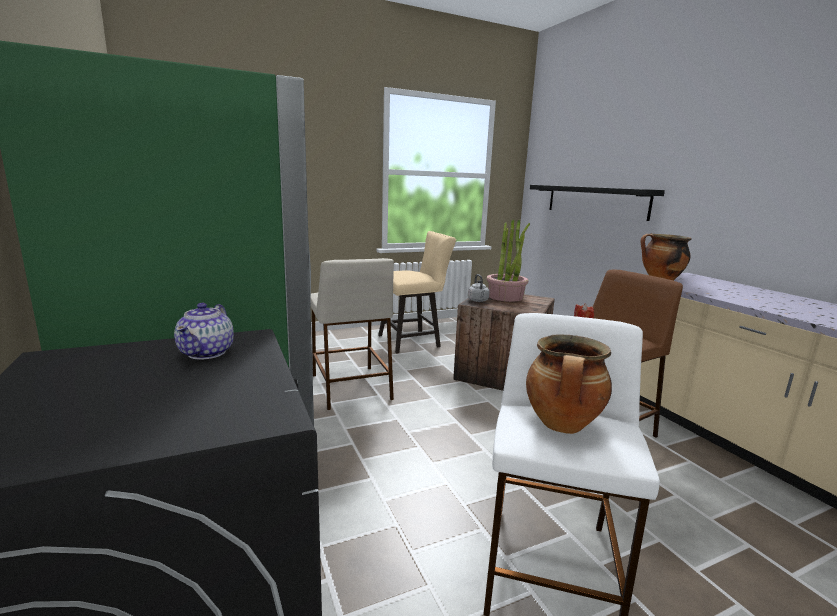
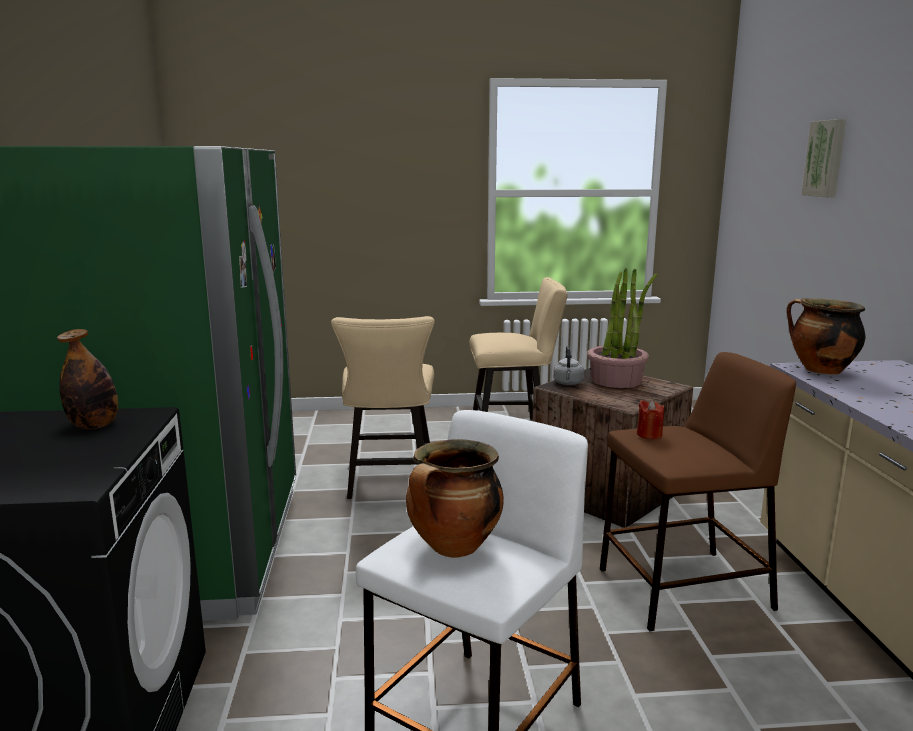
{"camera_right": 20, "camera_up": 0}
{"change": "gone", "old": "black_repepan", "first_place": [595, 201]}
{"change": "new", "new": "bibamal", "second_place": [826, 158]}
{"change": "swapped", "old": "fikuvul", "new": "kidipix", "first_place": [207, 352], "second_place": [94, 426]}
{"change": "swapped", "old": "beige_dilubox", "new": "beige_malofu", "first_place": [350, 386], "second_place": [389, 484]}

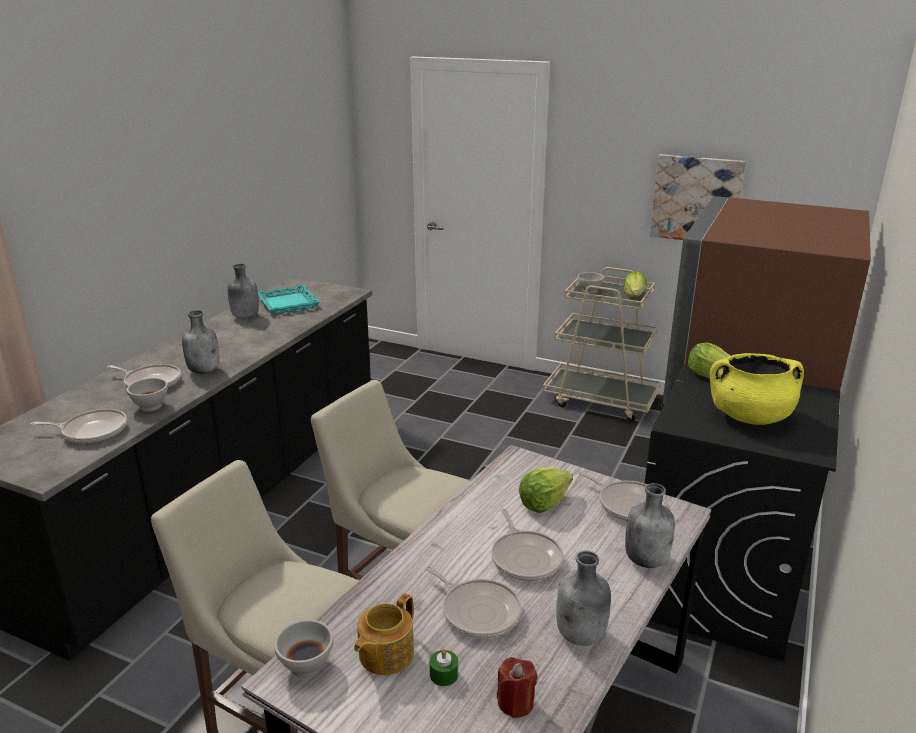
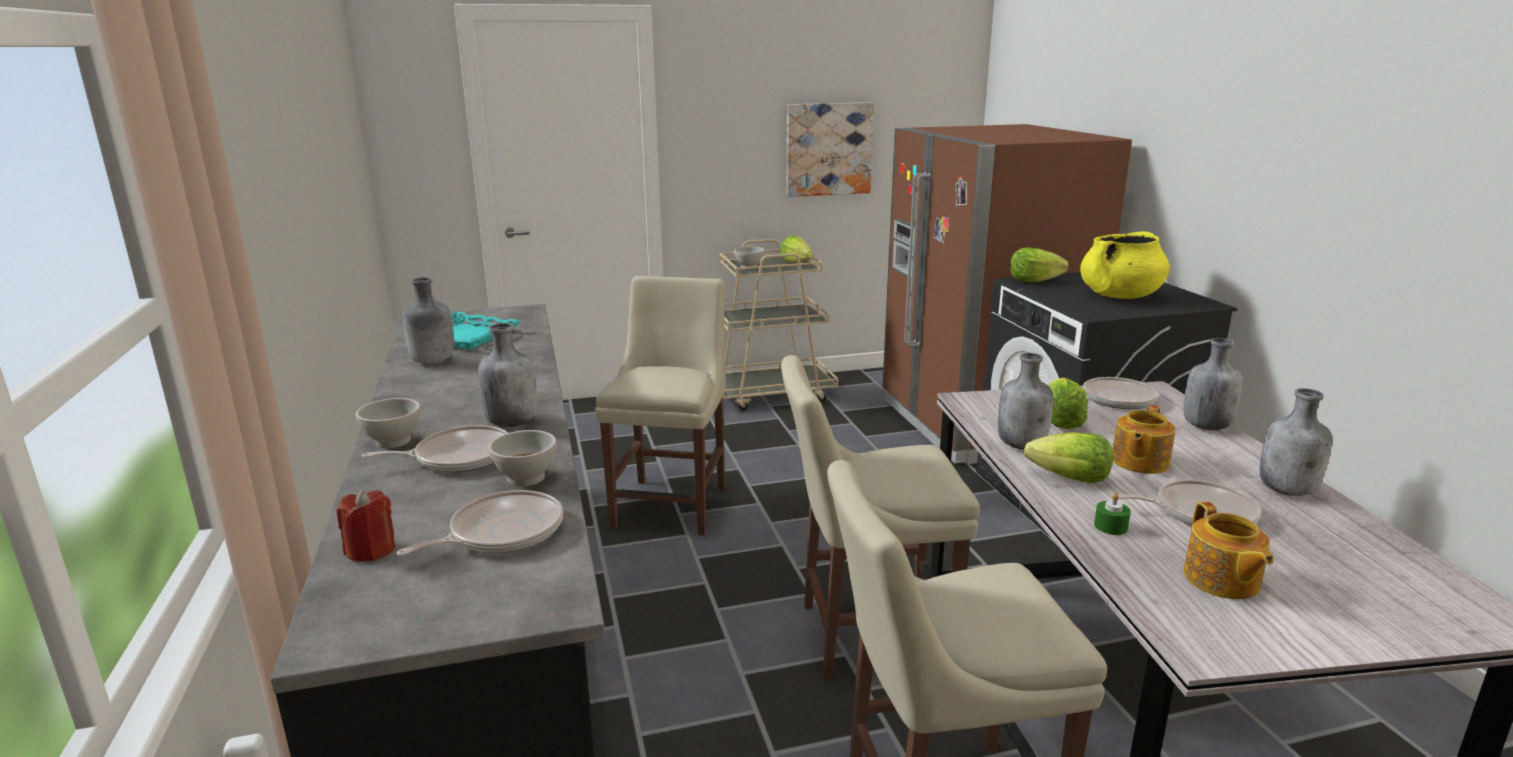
{"camera_right": -40, "camera_up": -5}
{"change": "new", "new": "beige_malofu", "second_place": [672, 503]}
{"change": "new", "new": "grey_kidipix", "second_place": [1022, 445]}
{"change": "new", "new": "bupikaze", "second_place": [1070, 479]}
{"change": "shifted", "old": "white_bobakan", "first_place": [305, 666], "second_place": [393, 442]}
{"change": "shifted", "old": "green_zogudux", "first_place": [444, 674], "second_place": [1110, 526]}
{"change": "shifted", "old": "red_zogudux", "first_place": [515, 703], "second_place": [371, 550]}
{"change": "swapped", "old": "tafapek", "new": "fikuvul", "first_place": [525, 558], "second_place": [1138, 462]}

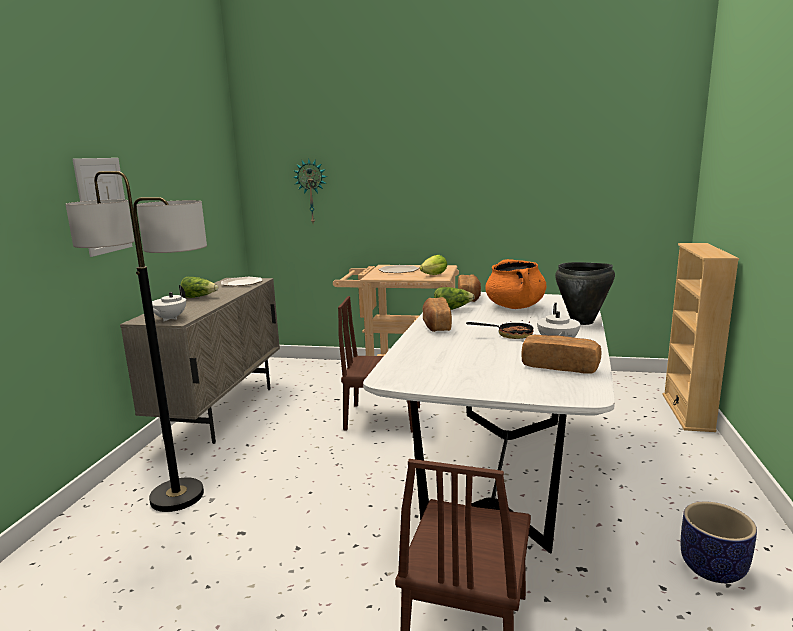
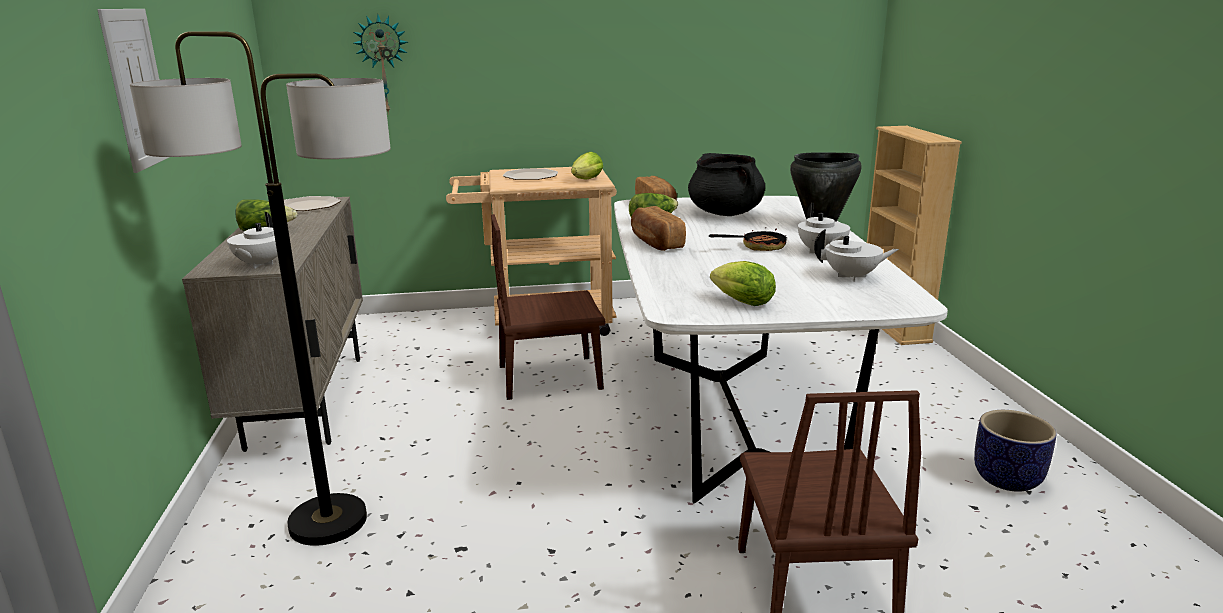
{"camera_right": -20, "camera_up": 5}
{"change": "new", "new": "bupikaze", "second_place": [739, 302]}
{"change": "swapped", "old": "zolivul", "new": "white_fikuvul", "first_place": [559, 366], "second_place": [852, 277]}
{"change": "repainted", "old": "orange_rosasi", "new": "black_rosasi", "first_place": [515, 307], "second_place": [725, 213]}

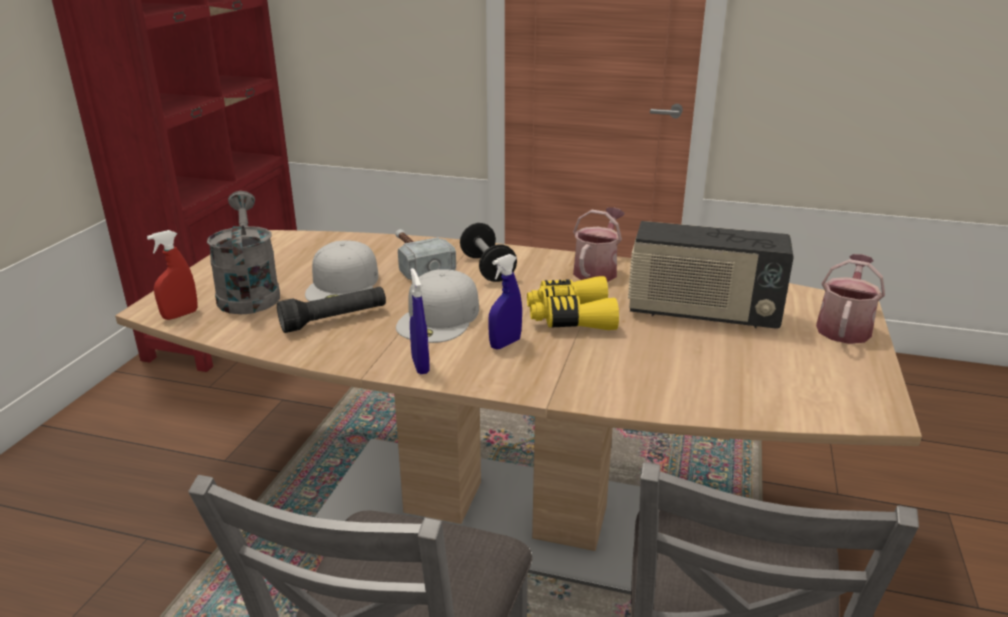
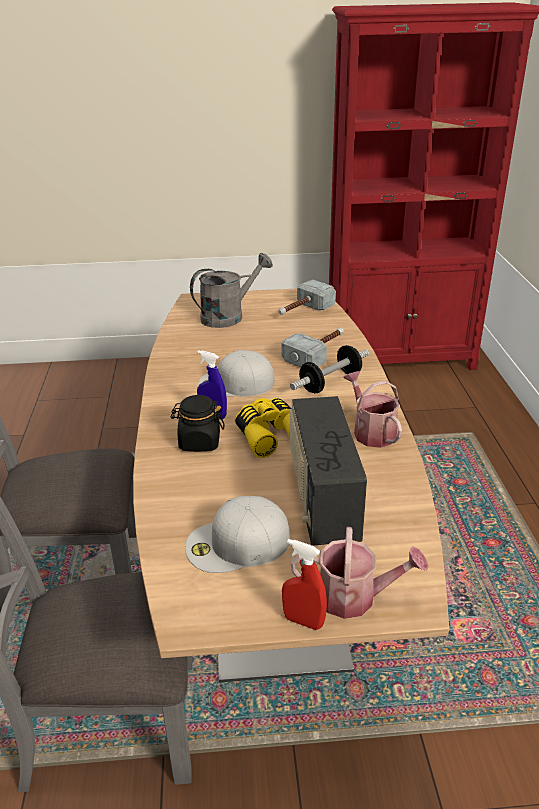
{"camera_right": 70, "camera_up": 5}
{"change": "gone", "old": "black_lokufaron", "first_place": [334, 320]}
{"change": "gone", "old": "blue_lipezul", "first_place": [420, 365]}
{"change": "new", "new": "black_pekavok", "second_place": [199, 442]}
{"change": "new", "new": "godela", "second_place": [302, 310]}
{"change": "shifted", "old": "red_lipezul", "first_place": [180, 315], "second_place": [303, 621]}
{"change": "shifted", "old": "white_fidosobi", "first_place": [344, 285], "second_place": [237, 544]}
{"change": "rotated", "old": "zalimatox", "first_place": [597, 270], "second_place": [371, 431], "degrees": -120}

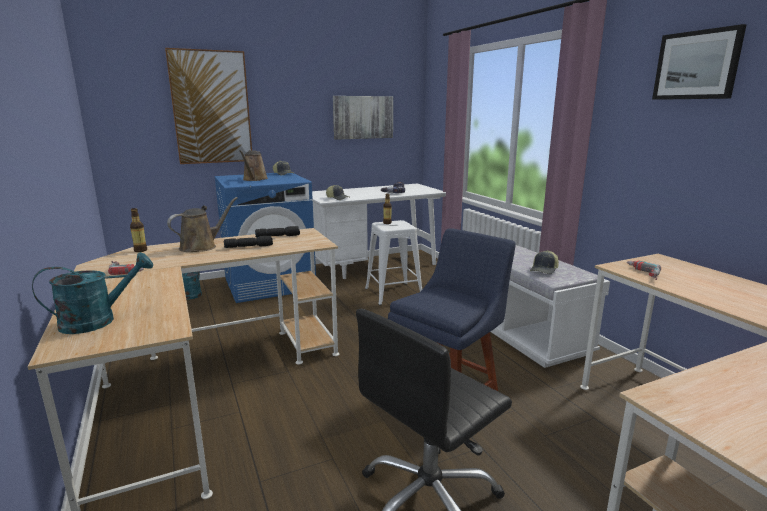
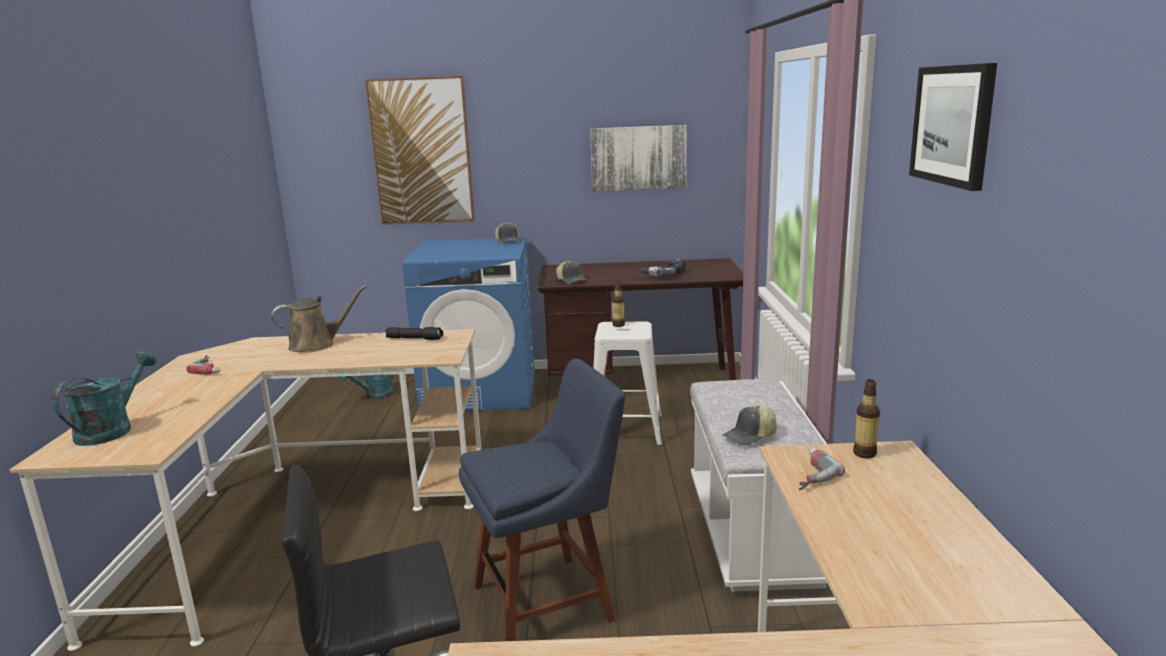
{"camera_right": 25, "camera_up": 0}
{"change": "gone", "old": "black_lokufaron", "first_place": [249, 246]}
{"change": "gone", "old": "brown_zalimatox", "first_place": [254, 179]}
{"change": "shifted", "old": "kidipix", "first_place": [140, 250], "second_place": [864, 454]}
{"change": "repainted", "old": "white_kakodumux", "new": "brown_kakodumux", "first_place": [374, 266], "second_place": [641, 382]}
{"change": "rotated", "old": "turquoise_zalimatox", "first_place": [98, 321], "second_place": [112, 429], "degrees": -60}

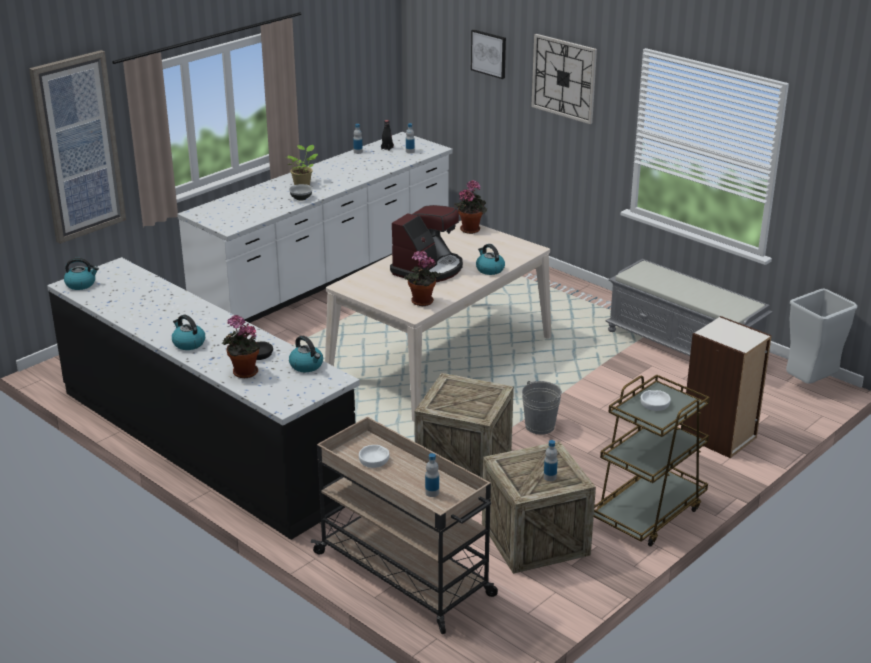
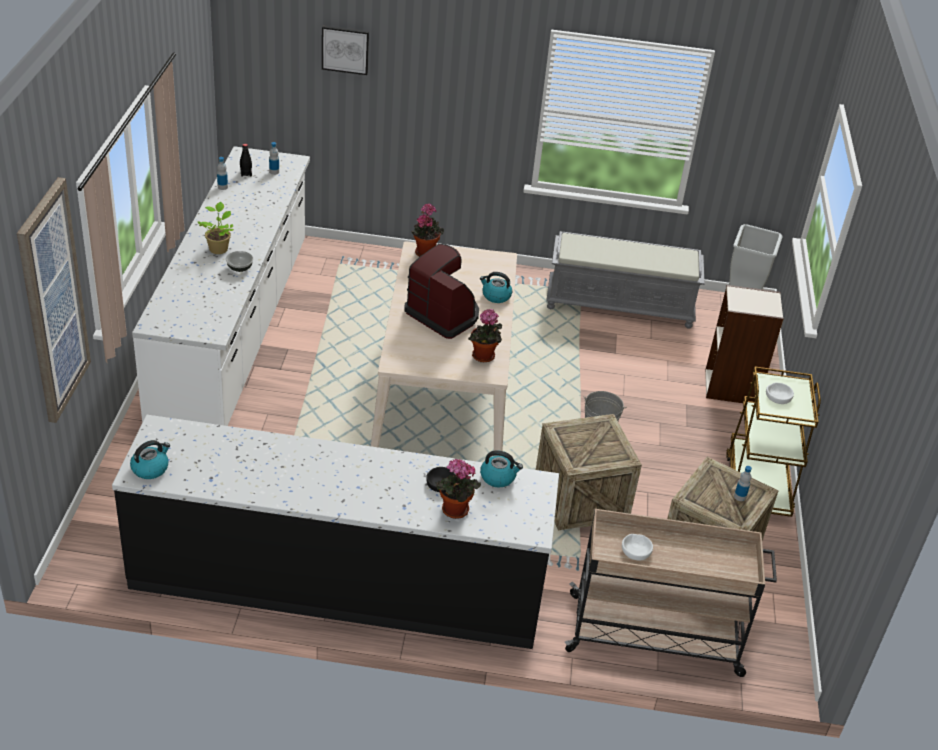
{"camera_right": -40, "camera_up": 10}
{"change": "gone", "old": "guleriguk", "first_place": [188, 343]}
{"change": "gone", "old": "kidipix", "first_place": [432, 492]}
{"change": "gone", "old": "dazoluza", "first_place": [564, 78]}
{"change": "rotated", "old": "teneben", "first_place": [428, 269], "second_place": [443, 314], "degrees": -45}

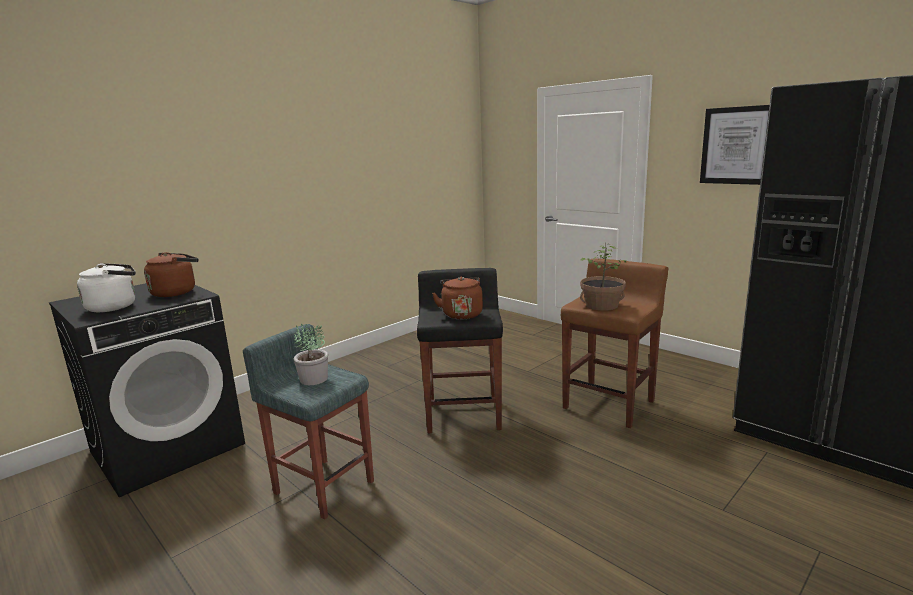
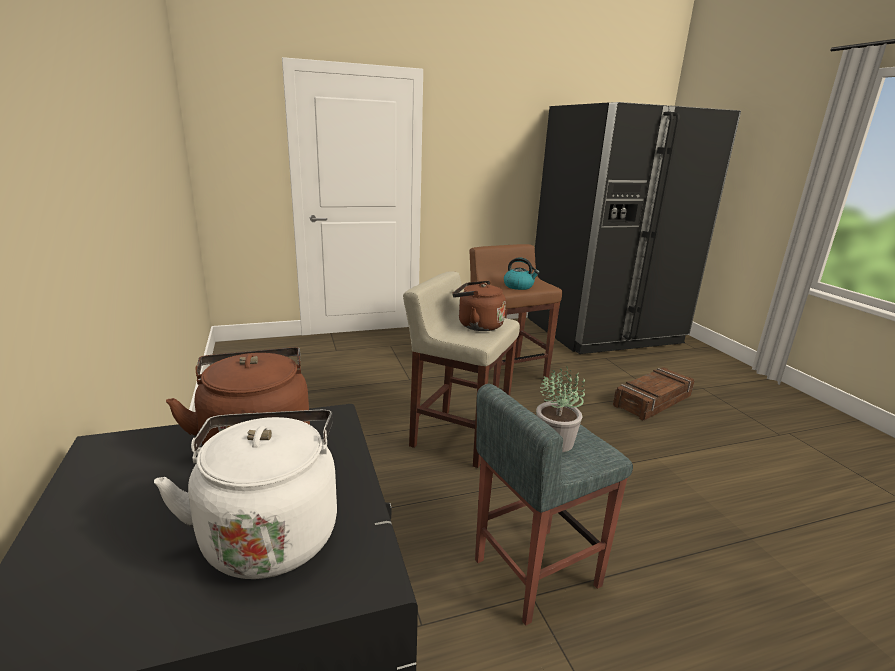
{"camera_right": -65, "camera_up": 5}
{"change": "gone", "old": "bibamal", "first_place": [736, 145]}
{"change": "new", "new": "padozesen", "second_place": [653, 401]}
{"change": "swapped", "old": "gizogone", "new": "guleriguk", "first_place": [601, 305], "second_place": [519, 286]}
{"change": "repainted", "old": "black_dilubox", "new": "beige_dilubox", "first_place": [463, 414], "second_place": [457, 436]}

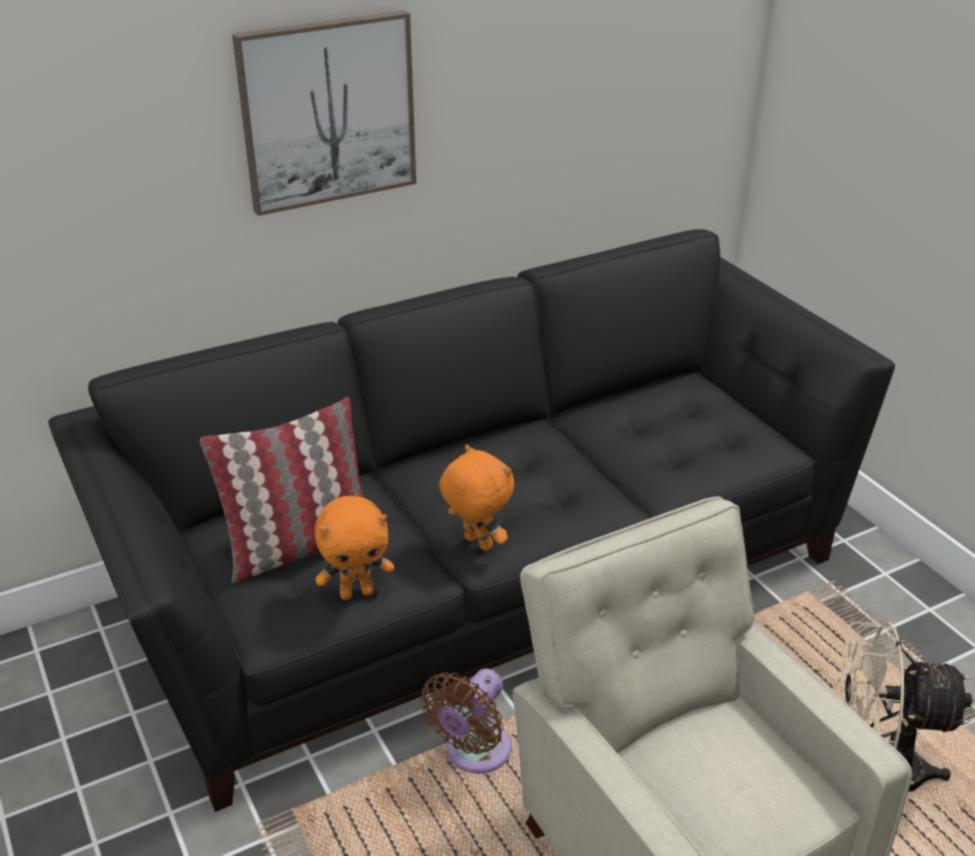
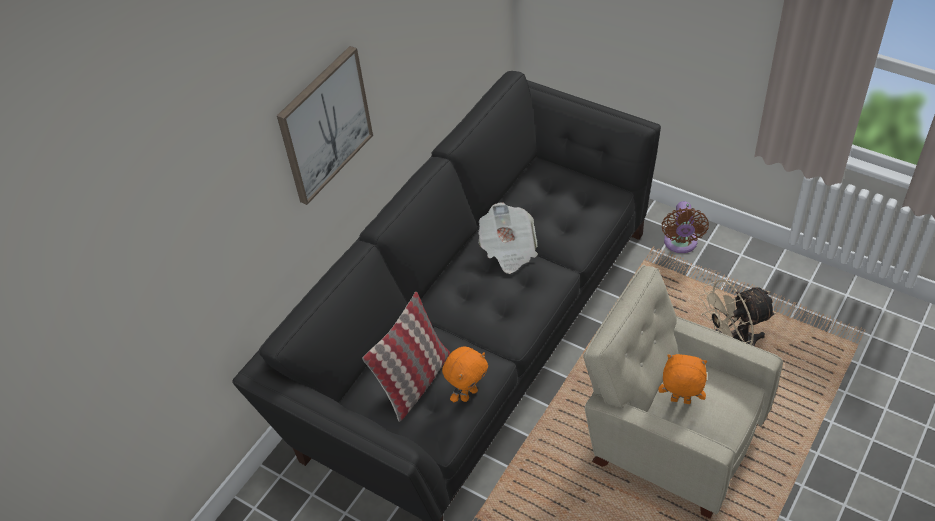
{"camera_right": -25, "camera_up": 15}
{"change": "new", "new": "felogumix", "second_place": [508, 249]}
{"change": "shifted", "old": "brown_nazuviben", "first_place": [474, 753], "second_place": [680, 244]}
{"change": "shifted", "old": "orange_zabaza", "first_place": [476, 544], "second_place": [680, 401]}

